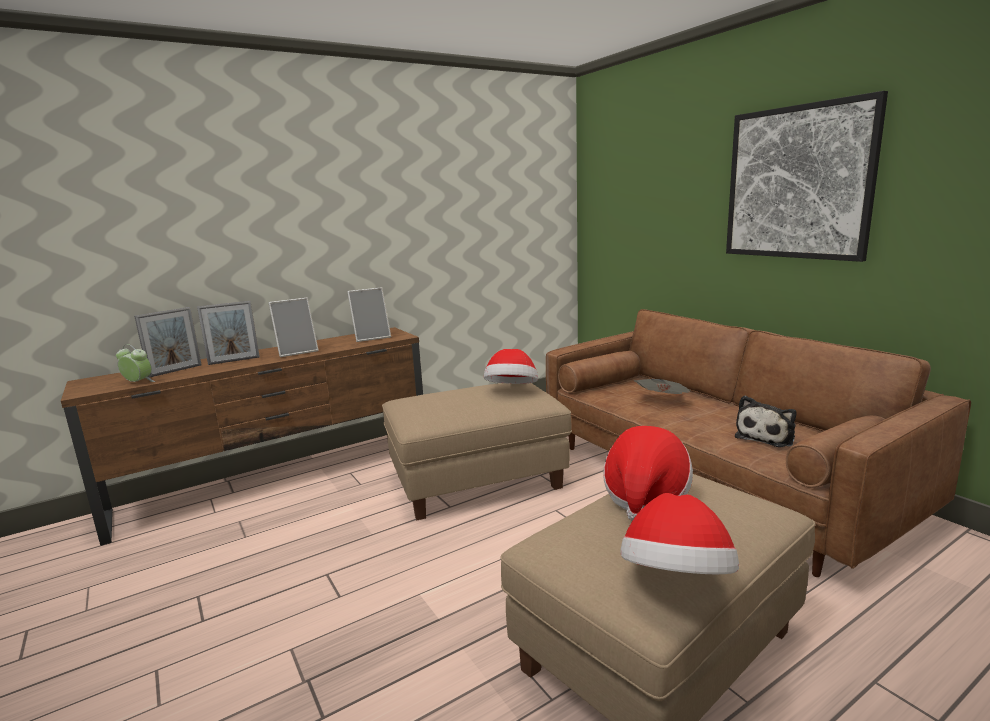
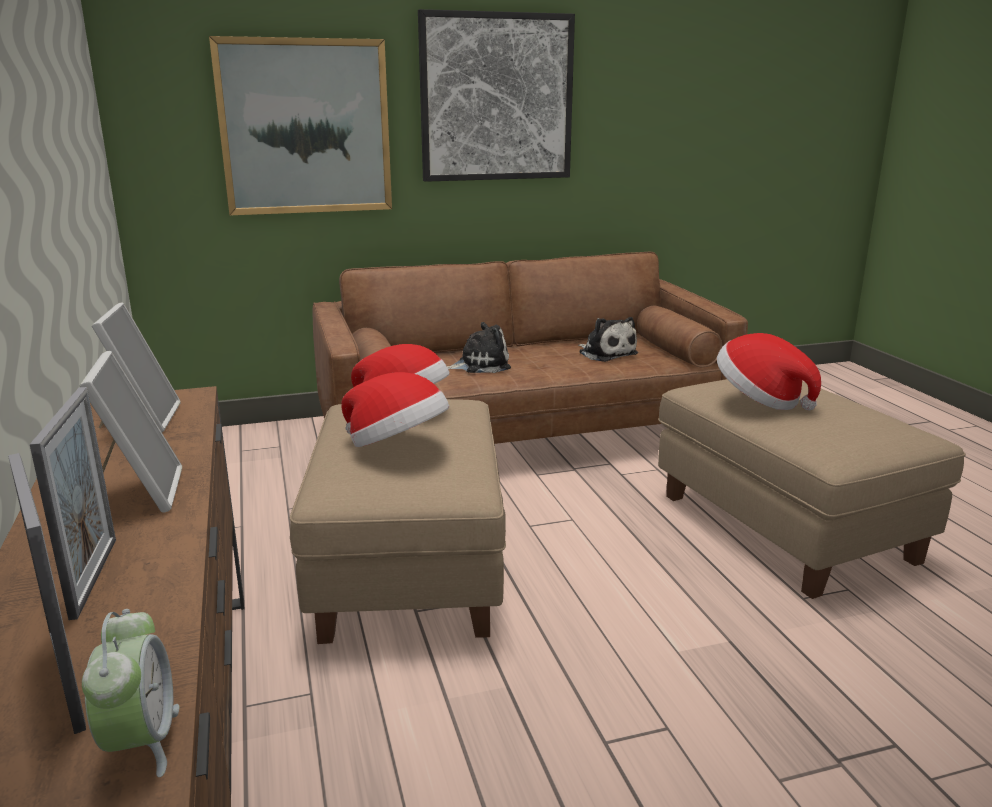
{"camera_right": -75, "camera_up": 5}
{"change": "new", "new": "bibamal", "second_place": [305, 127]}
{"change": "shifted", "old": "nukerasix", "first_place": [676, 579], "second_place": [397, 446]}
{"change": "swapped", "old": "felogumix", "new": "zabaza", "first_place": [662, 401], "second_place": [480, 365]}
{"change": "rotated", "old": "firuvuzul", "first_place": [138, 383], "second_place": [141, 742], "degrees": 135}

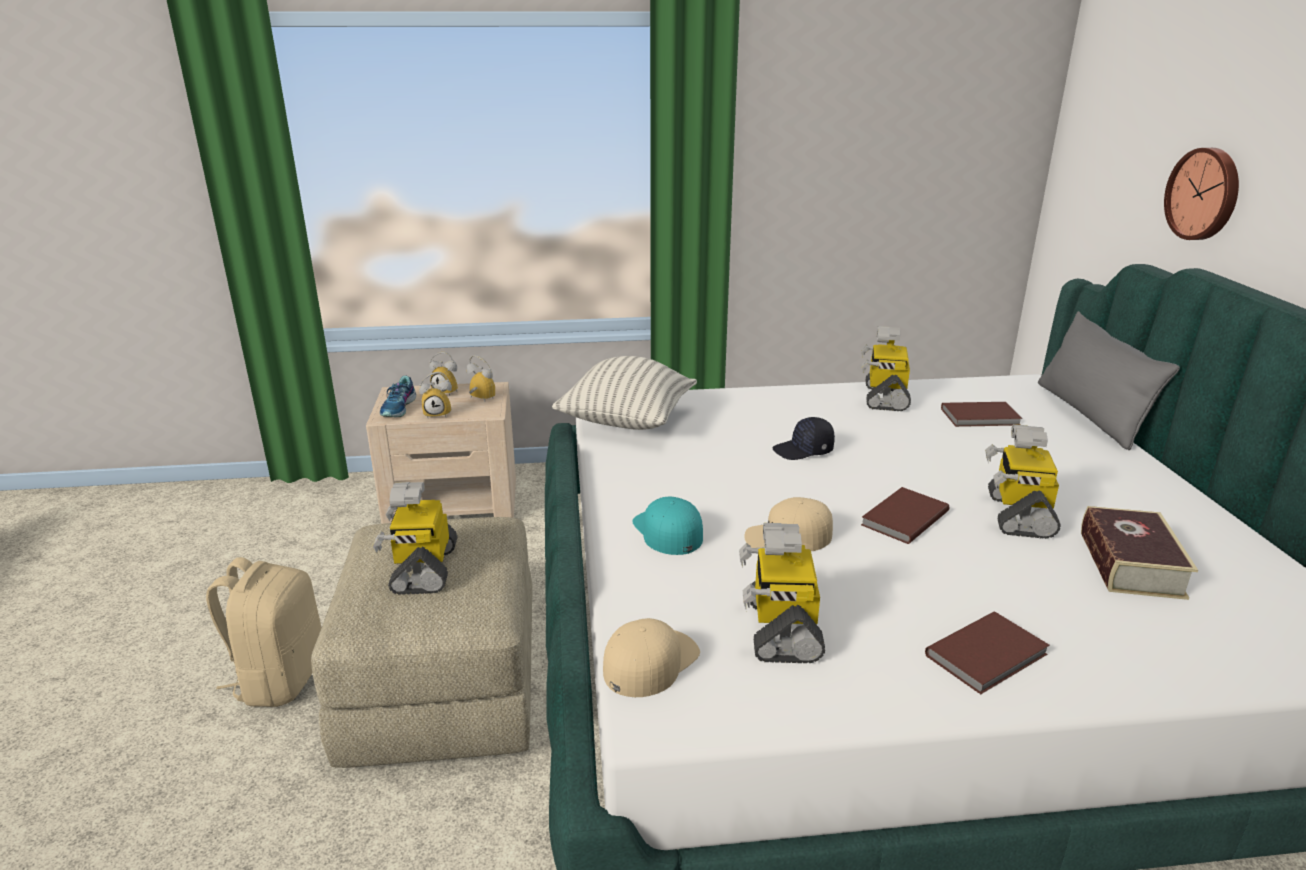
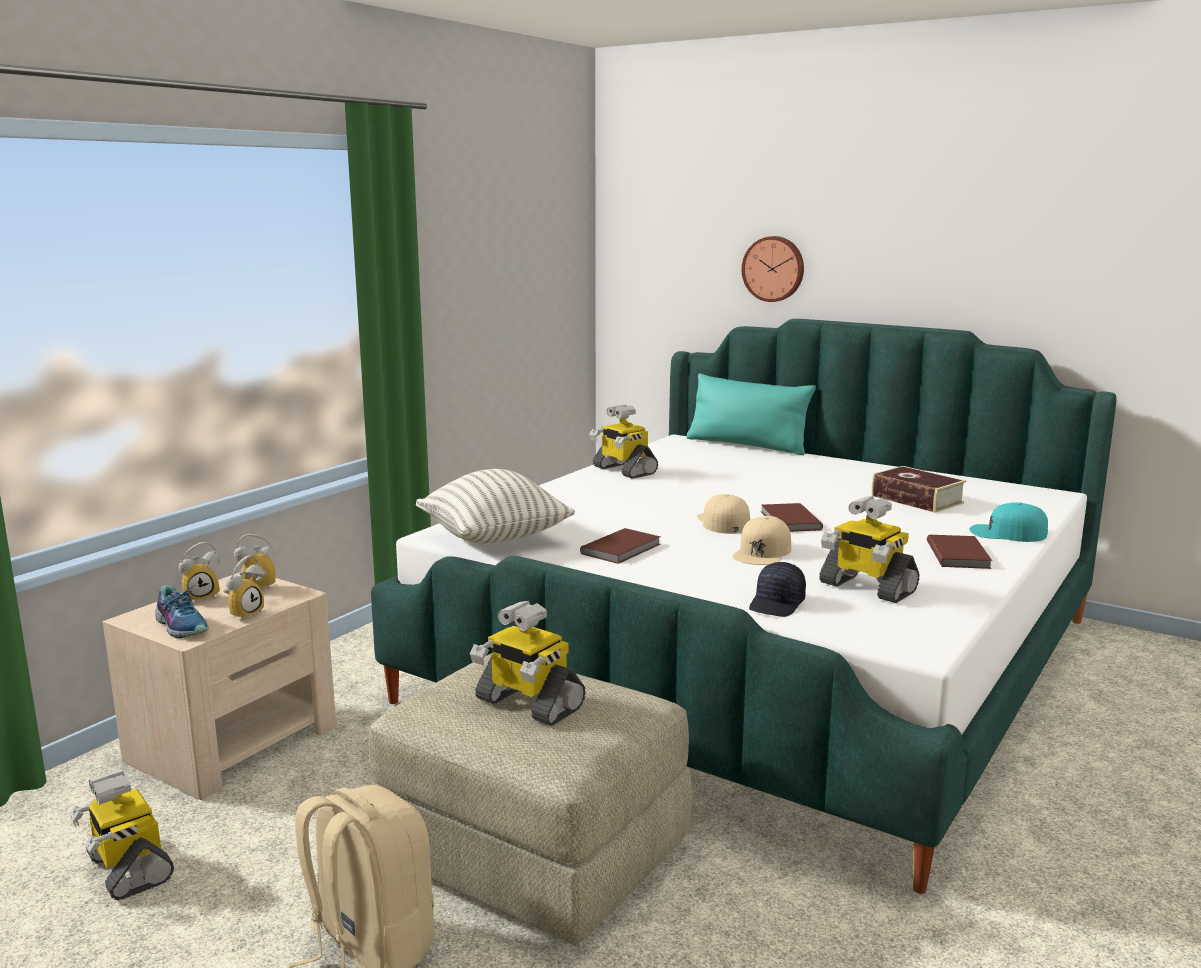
{"camera_right": -50, "camera_up": -10}
{"change": "shifted", "old": "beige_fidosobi", "first_place": [650, 662], "second_place": [723, 522]}
{"change": "shifted", "old": "turquoise_fidosobi", "first_place": [667, 531], "second_place": [1007, 533]}
{"change": "shifted", "old": "black_fidosobi", "first_place": [803, 451], "second_place": [777, 604]}
{"change": "shifted", "old": "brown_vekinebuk", "first_place": [981, 417], "second_place": [623, 549]}
{"change": "shifted", "old": "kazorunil", "first_place": [1017, 514], "second_place": [128, 868]}
{"change": "repainted", "old": "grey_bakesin", "new": "turquoise_bakesin", "first_place": [1090, 414], "second_place": [747, 445]}

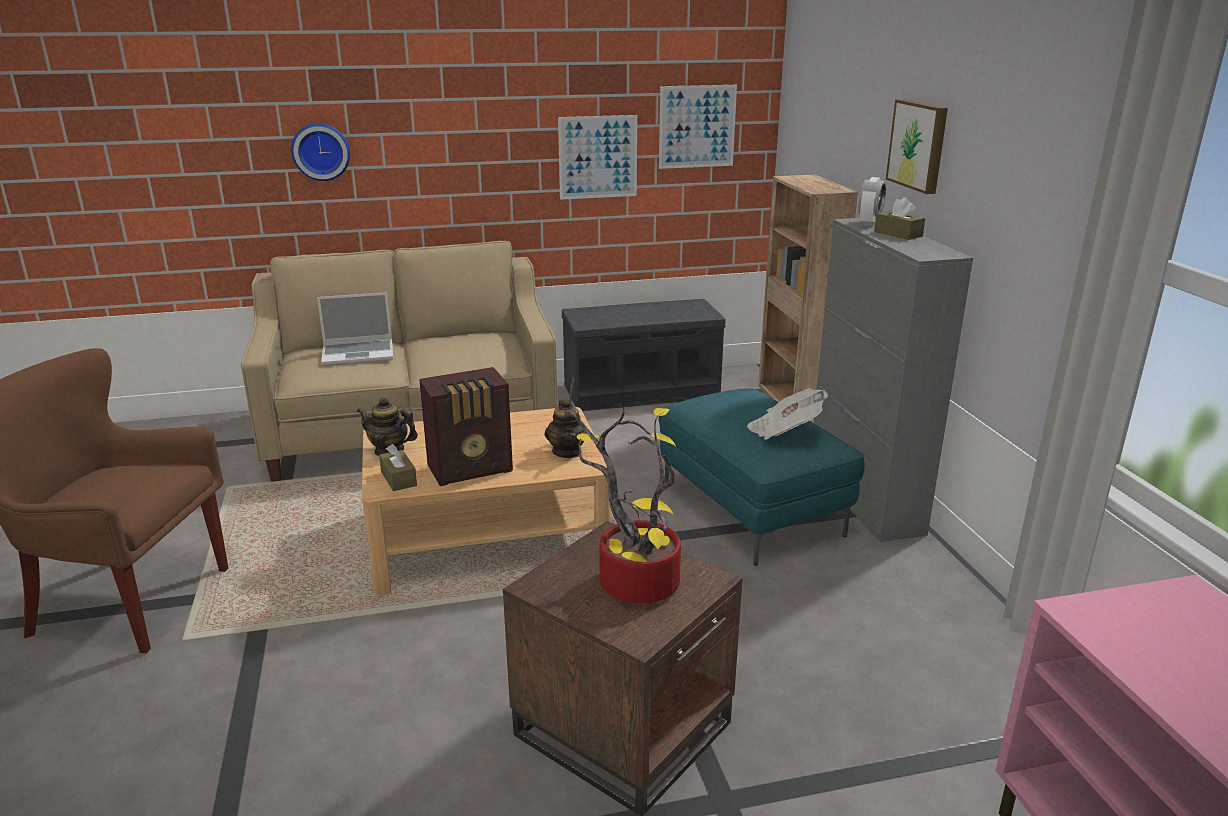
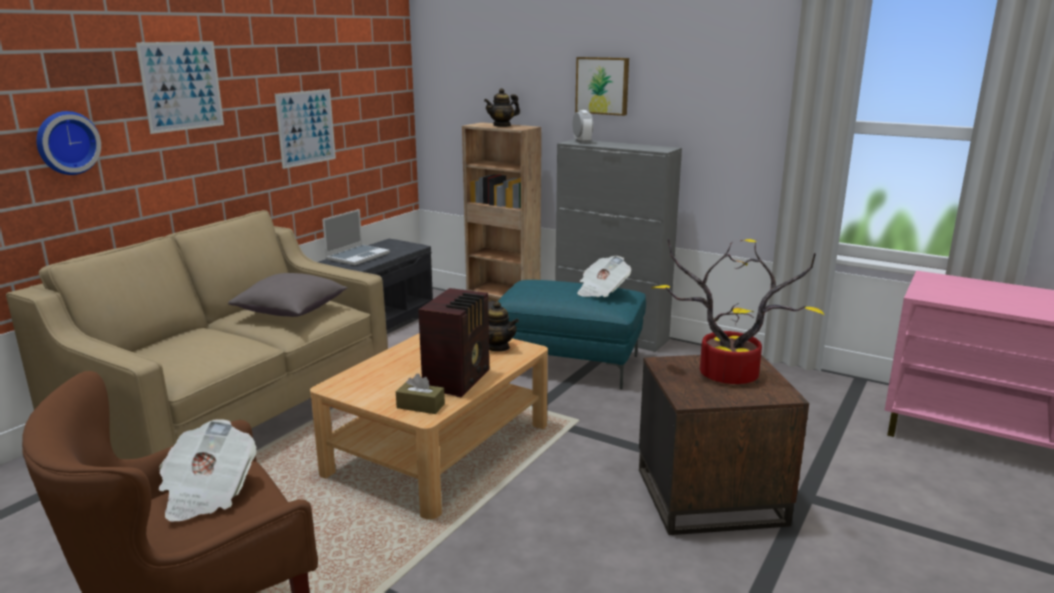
{"camera_right": -45, "camera_up": -5}
{"change": "gone", "old": "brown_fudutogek", "first_place": [898, 234]}
{"change": "new", "new": "felogumix", "second_place": [207, 493]}
{"change": "new", "new": "grey_bakesin", "second_place": [292, 312]}
{"change": "shifted", "old": "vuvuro", "first_place": [359, 354], "second_place": [357, 256]}
{"change": "shifted", "old": "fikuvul", "first_place": [389, 451], "second_place": [502, 125]}
{"change": "shifted", "old": "bibamal", "first_place": [697, 126], "second_place": [182, 86]}

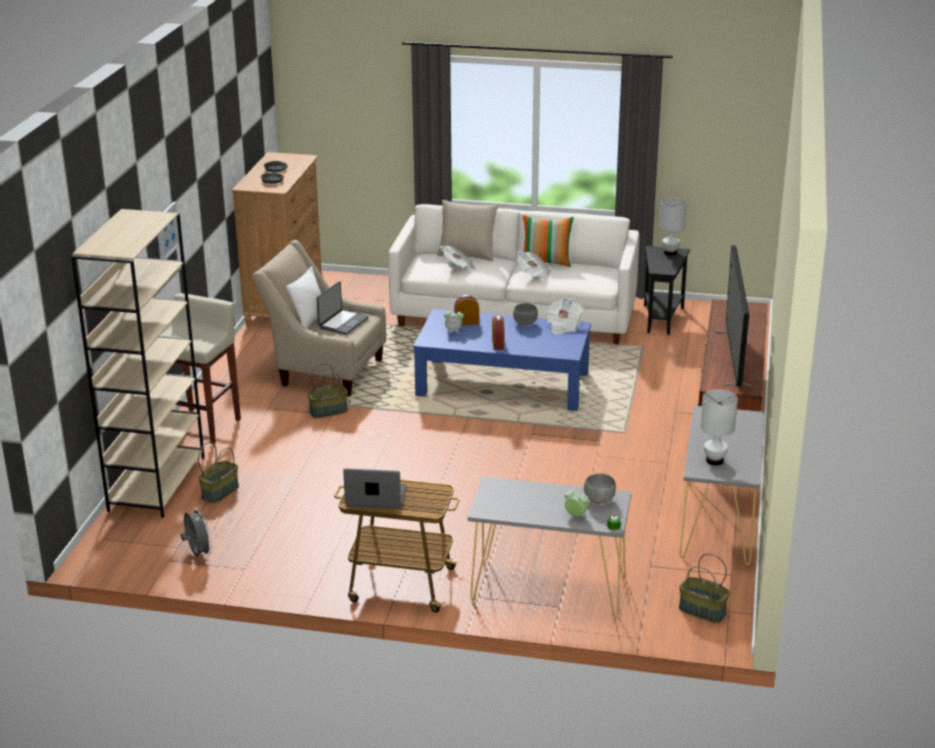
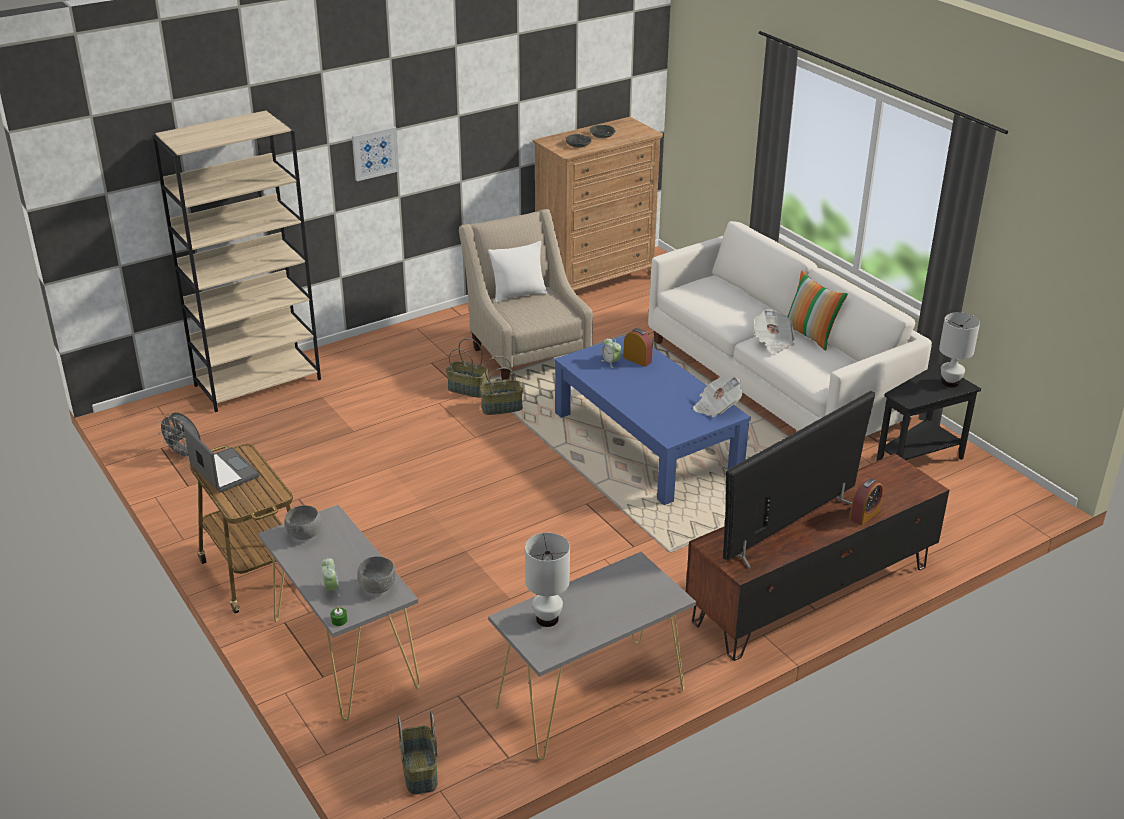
{"camera_right": 45, "camera_up": 5}
{"change": "gone", "old": "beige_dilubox", "first_place": [203, 426]}
{"change": "gone", "old": "vuvuro", "first_place": [342, 323]}
{"change": "gone", "old": "beige_bakesin", "first_place": [467, 255]}
{"change": "gone", "old": "felogumix", "first_place": [458, 266]}
{"change": "shifted", "old": "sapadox", "first_place": [220, 491], "second_place": [502, 407]}
{"change": "shifted", "old": "firuvuzul", "first_place": [498, 344], "second_place": [864, 515]}
{"change": "shifted", "old": "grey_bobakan", "first_place": [525, 324], "second_place": [304, 535]}
{"change": "rotated", "old": "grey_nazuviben", "first_place": [198, 554], "second_place": [184, 454], "degrees": 105}

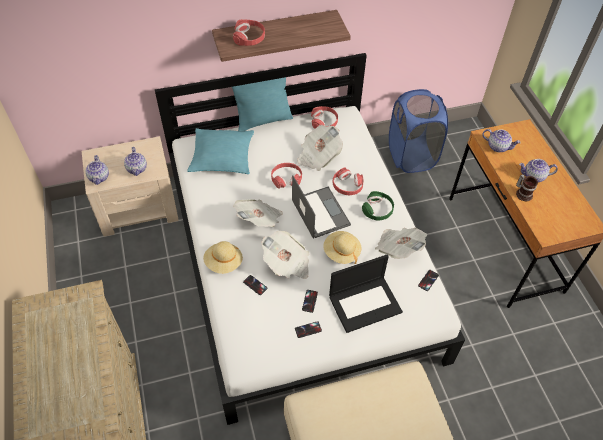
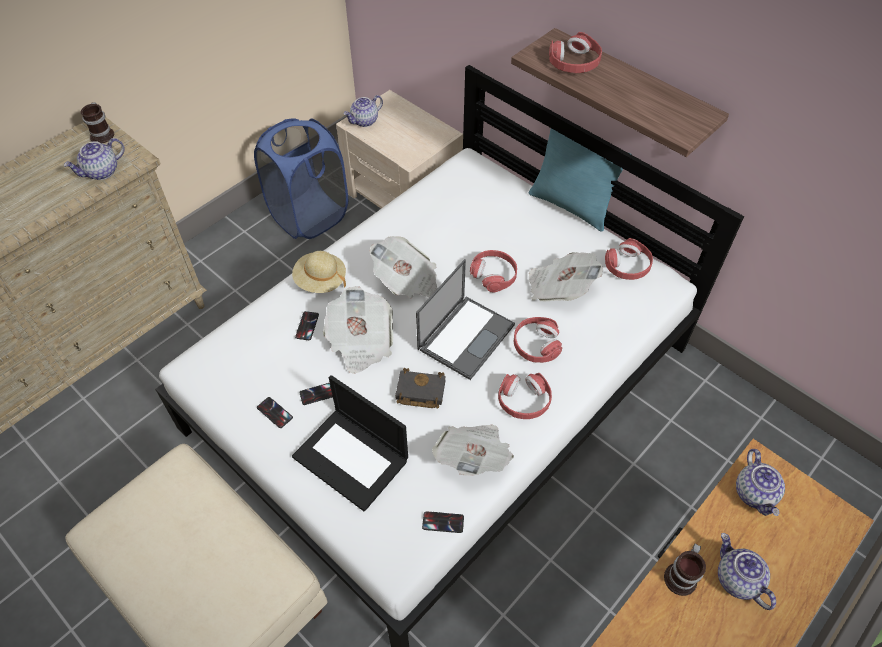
{"camera_right": 60, "camera_up": 0}
{"change": "gone", "old": "turquoise_bakesin", "first_place": [222, 157]}
{"change": "new", "new": "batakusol", "second_place": [103, 134]}
{"change": "shifted", "old": "fikuvul", "first_place": [137, 169], "second_place": [102, 172]}
{"change": "shifted", "old": "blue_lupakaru", "first_place": [411, 156], "second_place": [309, 216]}
{"change": "swapped", "old": "beige_nukerasix", "new": "black_vekinebuk", "first_place": [341, 252], "second_place": [419, 392]}
{"change": "repainted", "old": "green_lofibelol", "new": "red_lofibelol", "first_place": [378, 209], "second_place": [524, 400]}

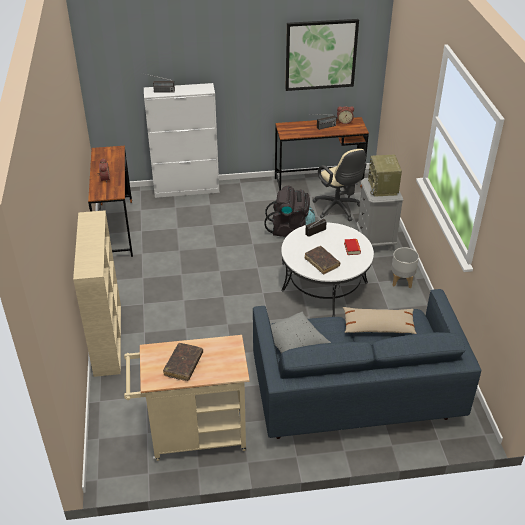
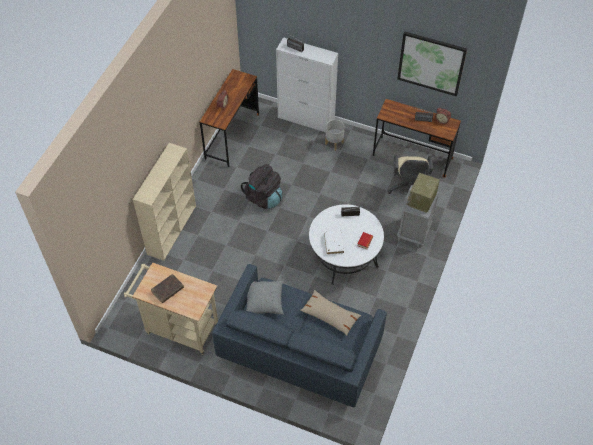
{"camera_right": 30, "camera_up": 15}
{"change": "shifted", "old": "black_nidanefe", "first_place": [290, 230], "second_place": [263, 198]}
{"change": "shifted", "old": "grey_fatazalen", "first_place": [402, 281], "second_place": [334, 143]}
{"change": "repainted", "old": "brown_vekinebuk", "new": "white_vekinebuk", "first_place": [322, 262], "second_place": [333, 244]}

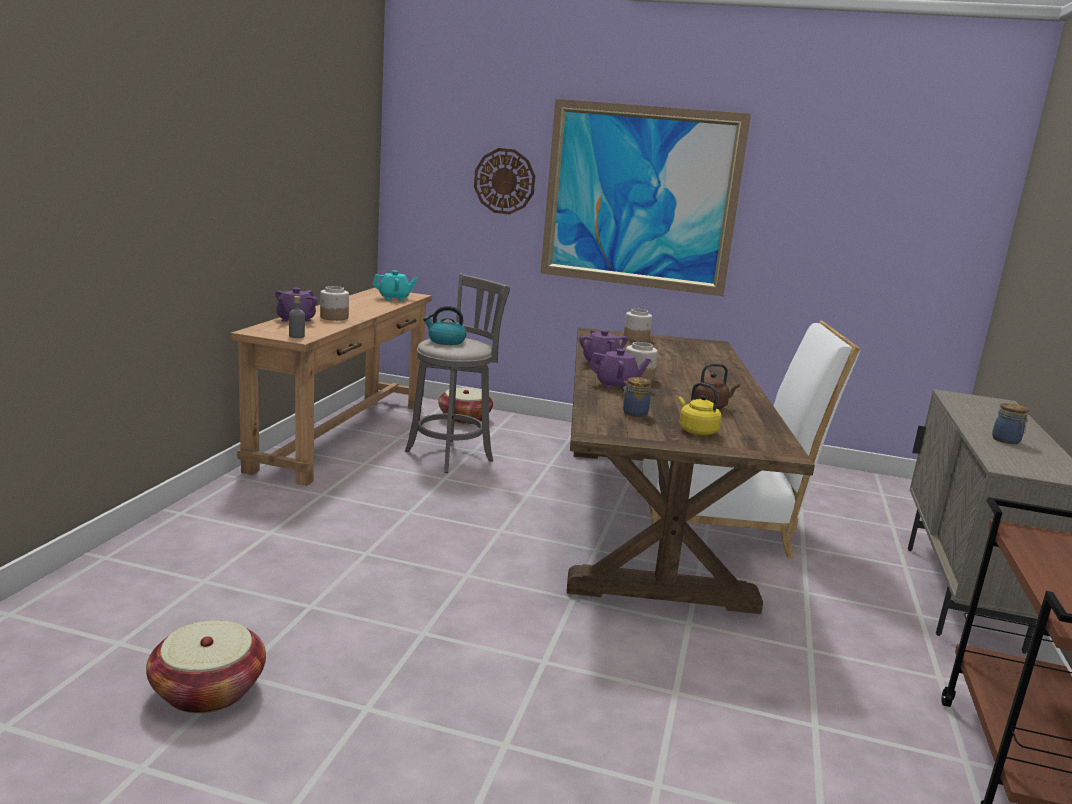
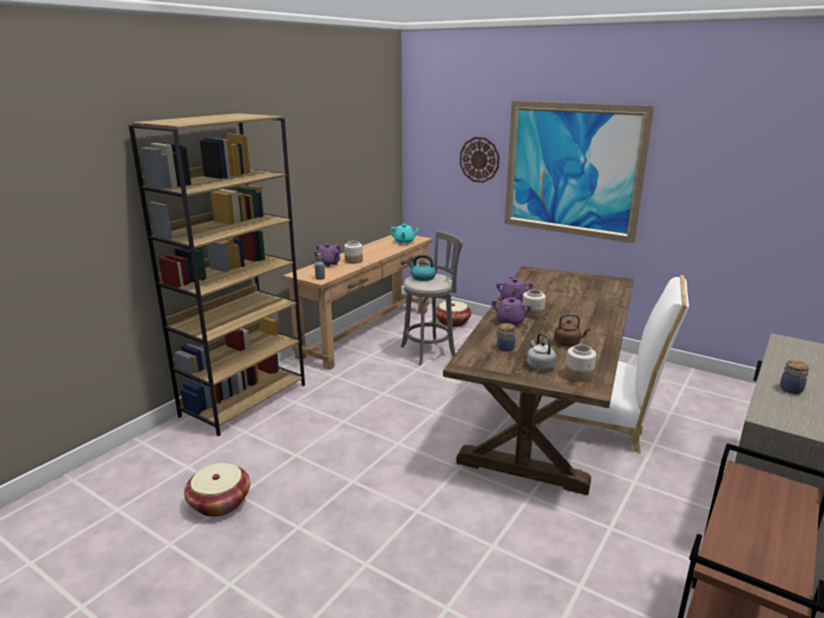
{"camera_right": 20, "camera_up": 5}
{"change": "new", "new": "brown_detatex", "second_place": [244, 399]}
{"change": "shifted", "old": "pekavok", "first_place": [636, 338], "second_place": [579, 375]}
{"change": "repainted", "old": "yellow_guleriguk", "new": "grey_guleriguk", "first_place": [696, 431], "second_place": [539, 365]}
{"change": "rotated", "old": "purple_fikuvul", "first_place": [617, 386], "second_place": [510, 322], "degrees": -90}

